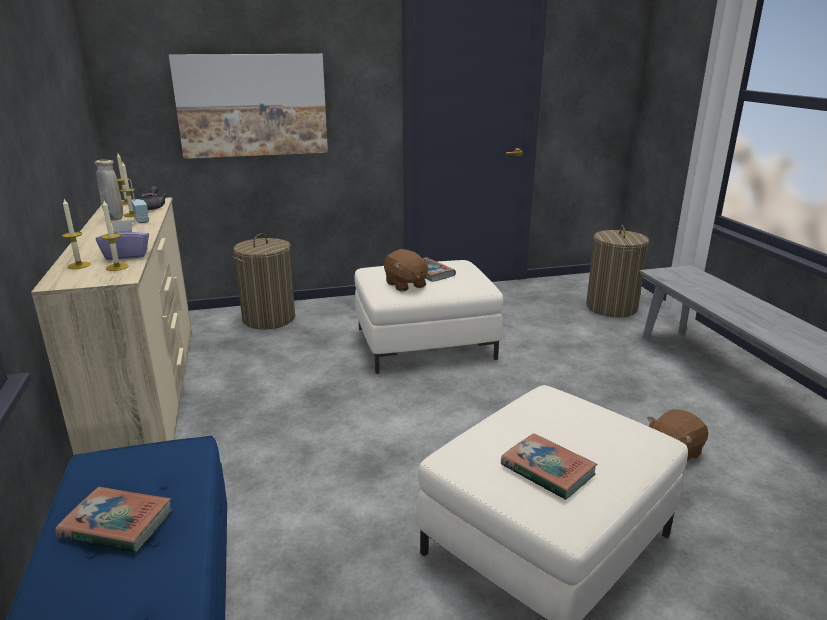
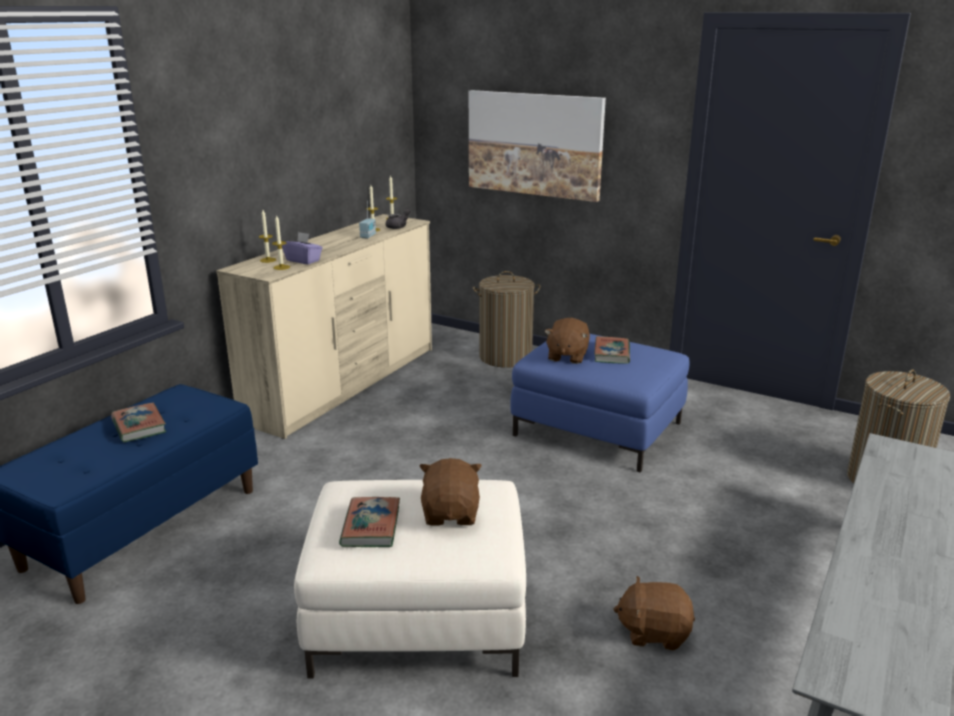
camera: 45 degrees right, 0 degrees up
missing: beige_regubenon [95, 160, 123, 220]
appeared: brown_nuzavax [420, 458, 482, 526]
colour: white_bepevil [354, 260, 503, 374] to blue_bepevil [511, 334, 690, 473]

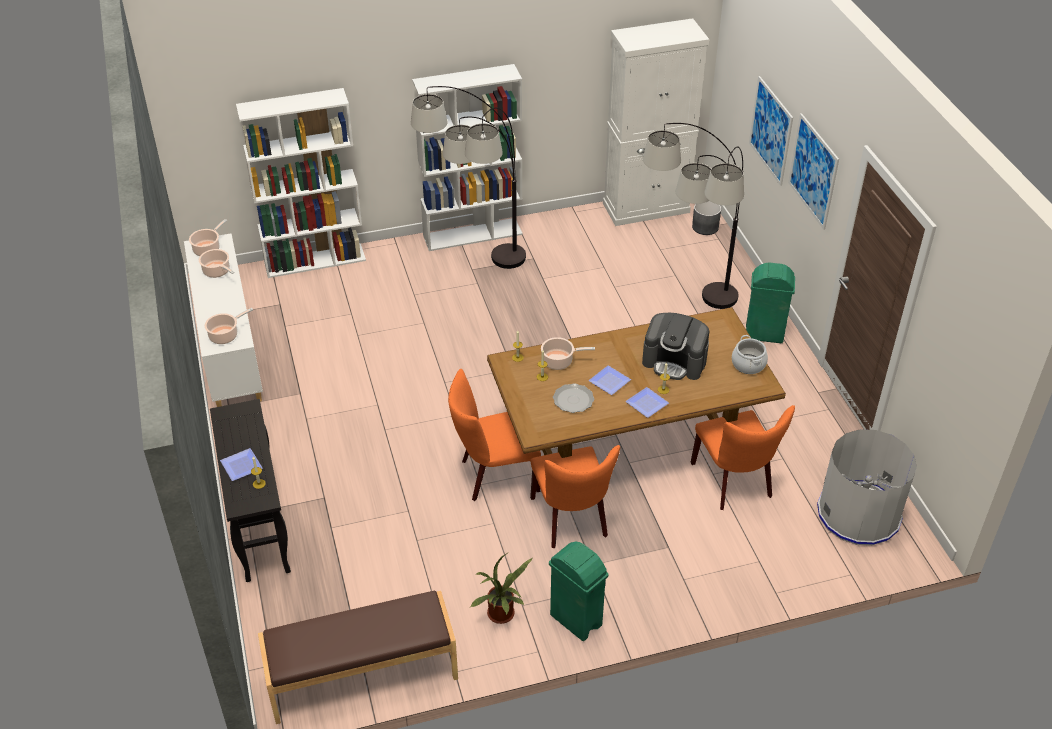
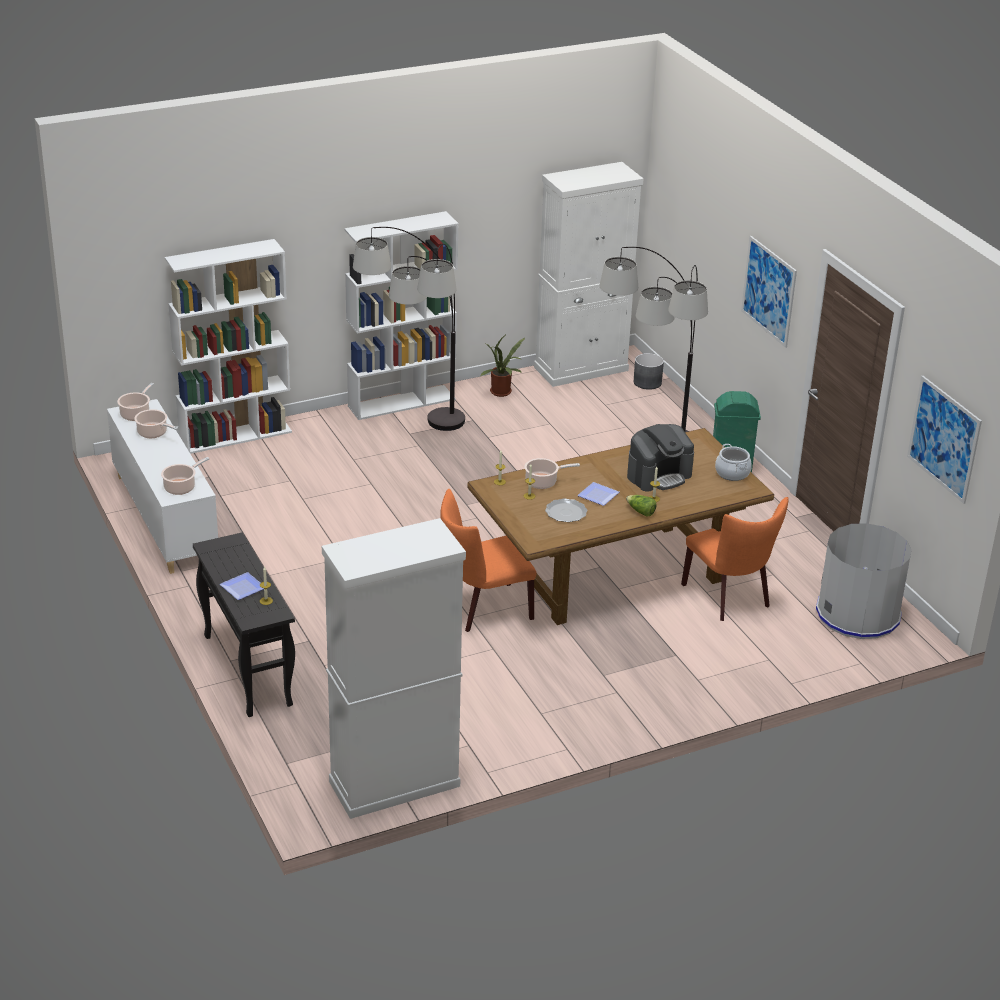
camera: 10 degrees left, 10 degrees down
missing: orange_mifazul [530, 445, 620, 549]; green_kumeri [549, 542, 609, 641]
relocated: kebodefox [470, 552, 533, 624] to [480, 334, 525, 397]; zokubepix [749, 76, 793, 186] to [907, 376, 982, 504]
exchanged: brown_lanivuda [258, 591, 458, 724] to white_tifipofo [322, 518, 466, 819]; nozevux [626, 387, 669, 418] to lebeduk [626, 495, 657, 517]
spun: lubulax [642, 313, 709, 380] = [627, 424, 694, 492] 45 degrees counterclockwise

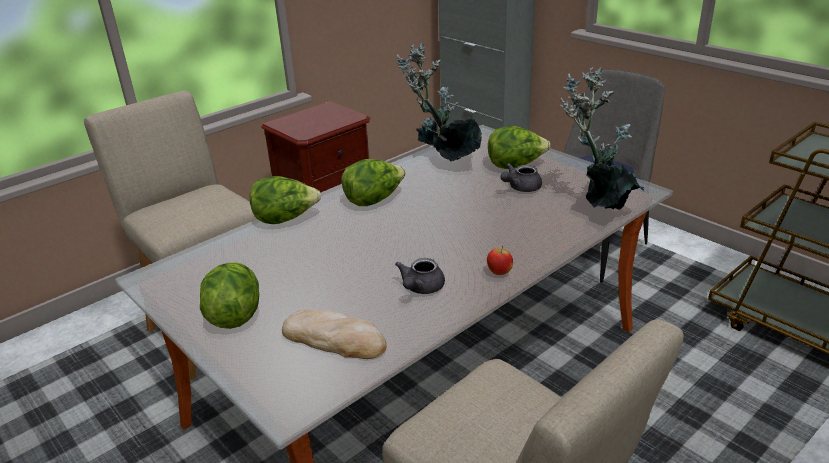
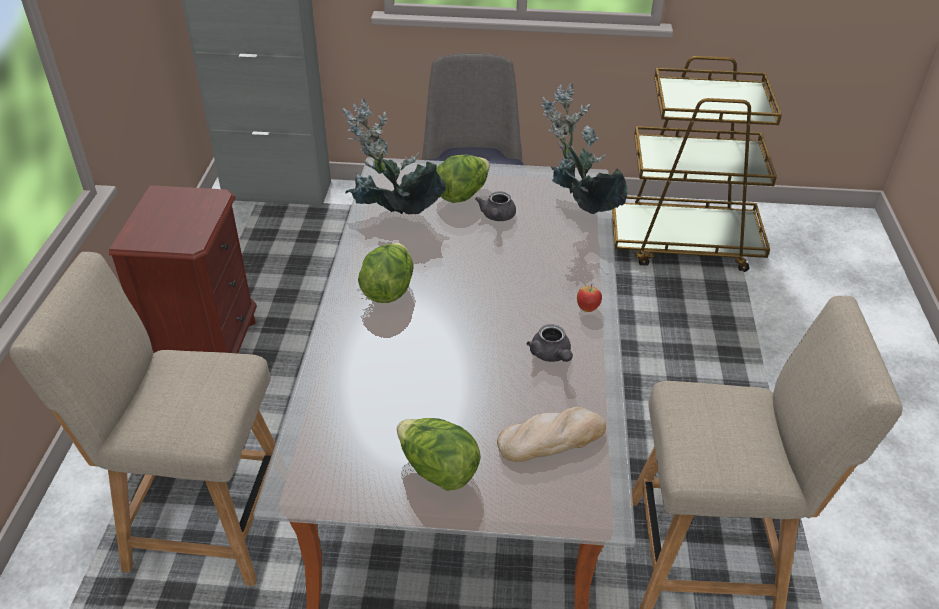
camera: 45 degrees left, 10 degrees up
missing: lebeduk [250, 176, 321, 224]

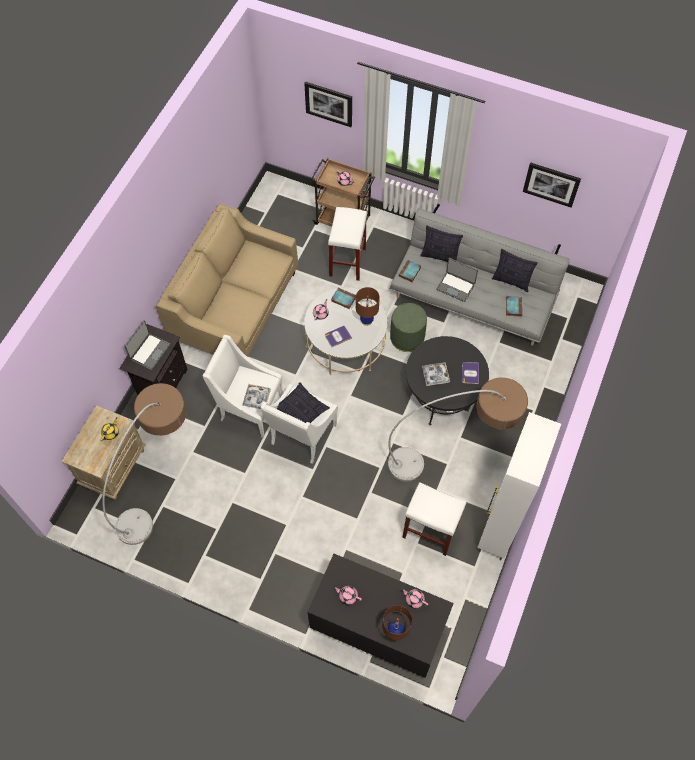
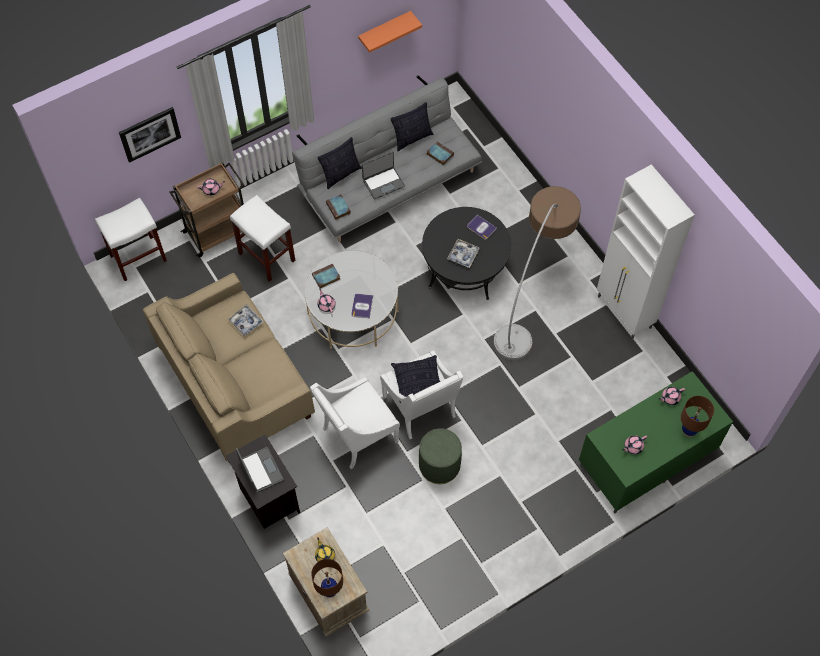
camera: 55 degrees left, 0 degrees up
missing: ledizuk [102, 383, 186, 545]
relocated: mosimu [242, 384, 271, 409] to [227, 305, 264, 337]; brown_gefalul [356, 287, 380, 326] to [311, 559, 343, 598]; green_bepevil [390, 303, 427, 352] to [419, 428, 462, 484]; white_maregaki [402, 482, 467, 556] to [95, 198, 167, 281]
exchanged: zokubepix [523, 162, 581, 208] to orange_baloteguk [358, 11, 422, 53]
colour: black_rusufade [308, 554, 454, 678] to green_rusufade [579, 371, 733, 514]

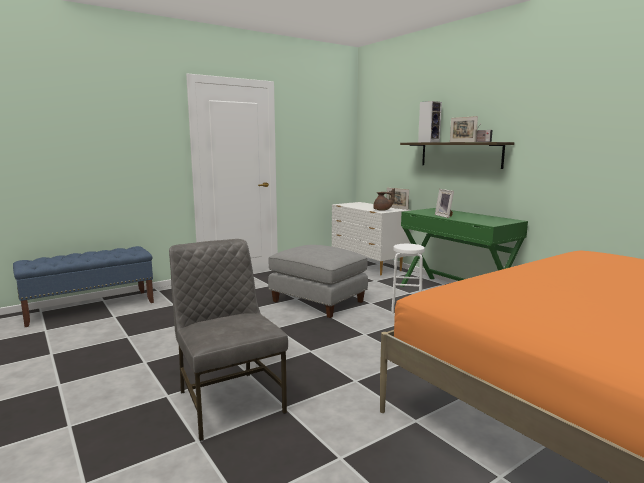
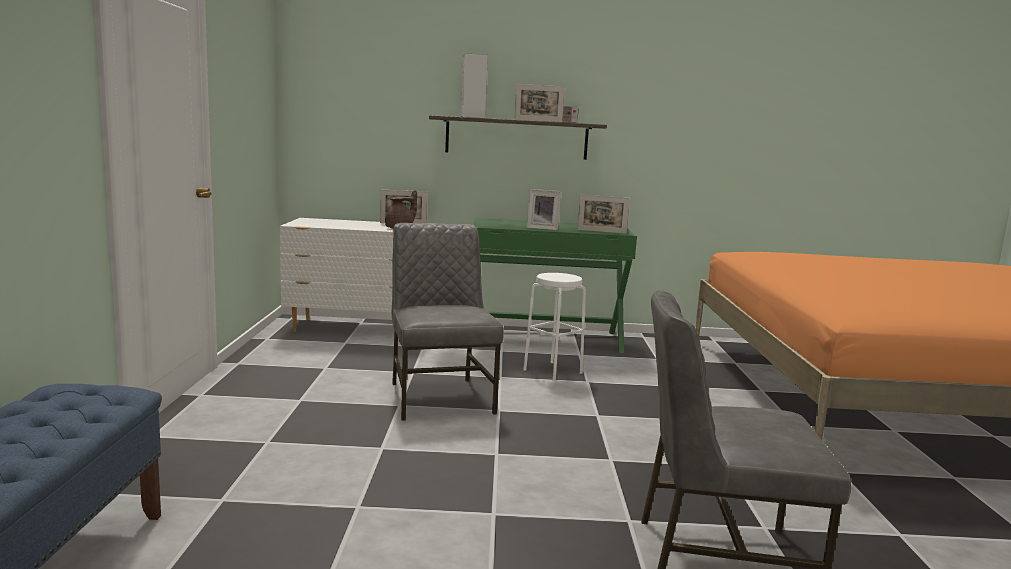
camera: 55 degrees left, 0 degrees up
appeared: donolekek [577, 195, 630, 234]
exchanged: grey_bepevil [268, 245, 368, 318] to grey_mifazul [392, 223, 504, 421]

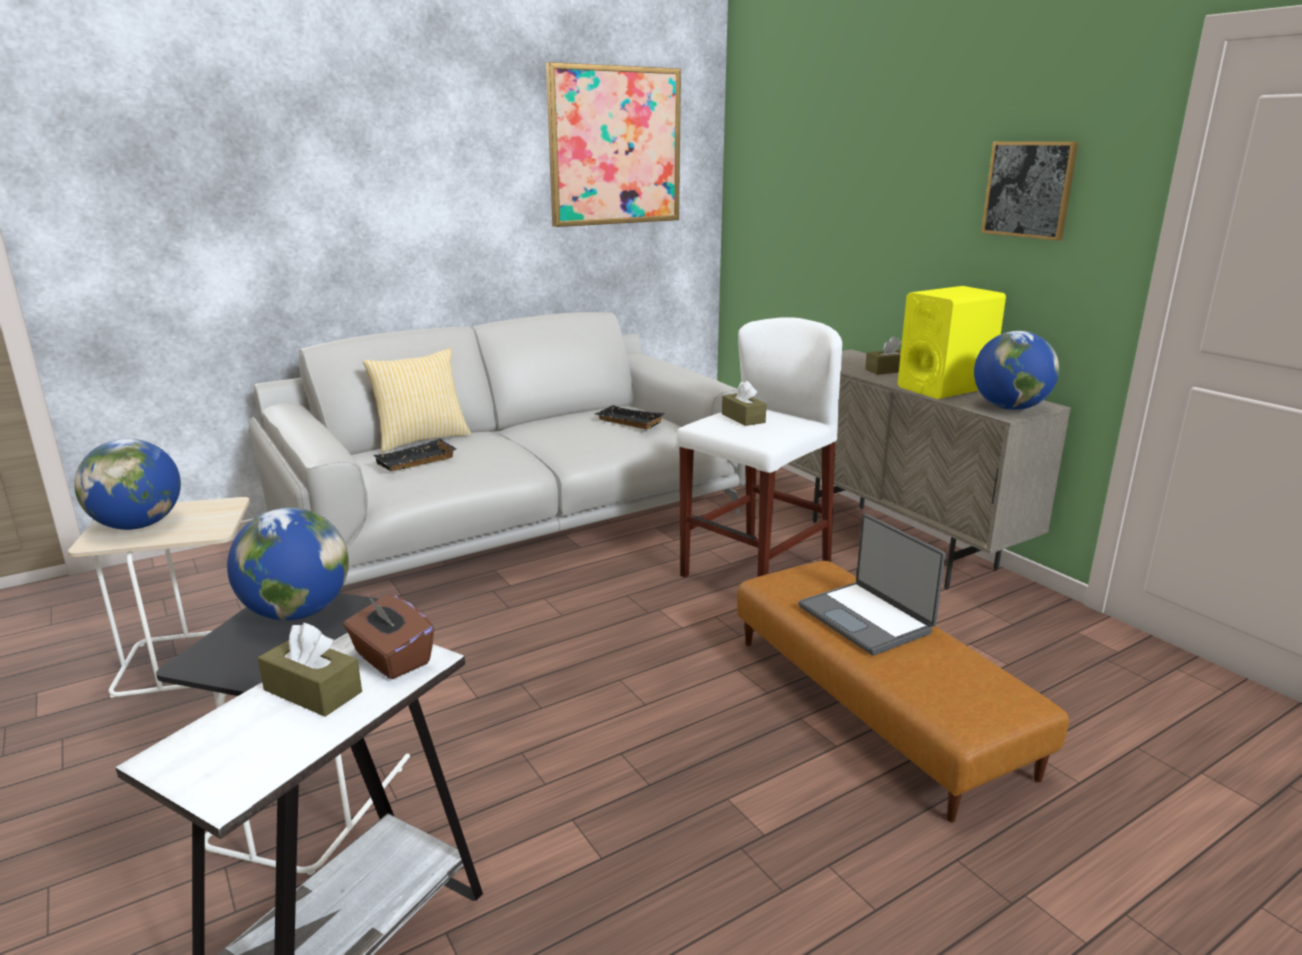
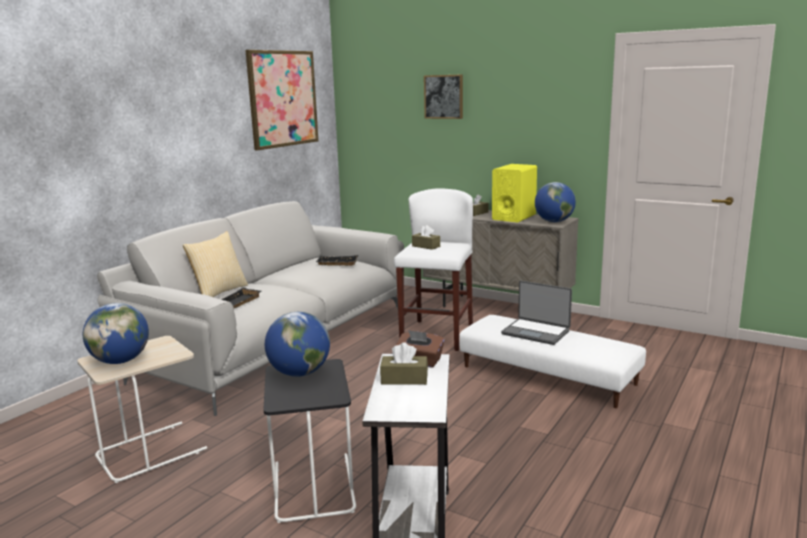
camera: 25 degrees left, 5 degrees down
relocated: zokubepix [981, 142, 1078, 241] to [424, 74, 463, 119]
colour: brown_bepevil [737, 561, 1069, 822] to white_bepevil [459, 315, 646, 408]

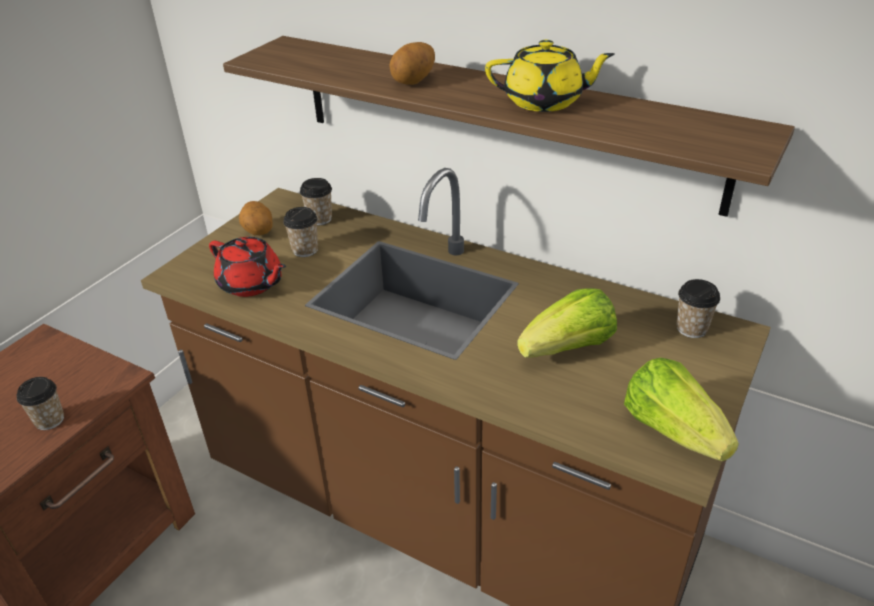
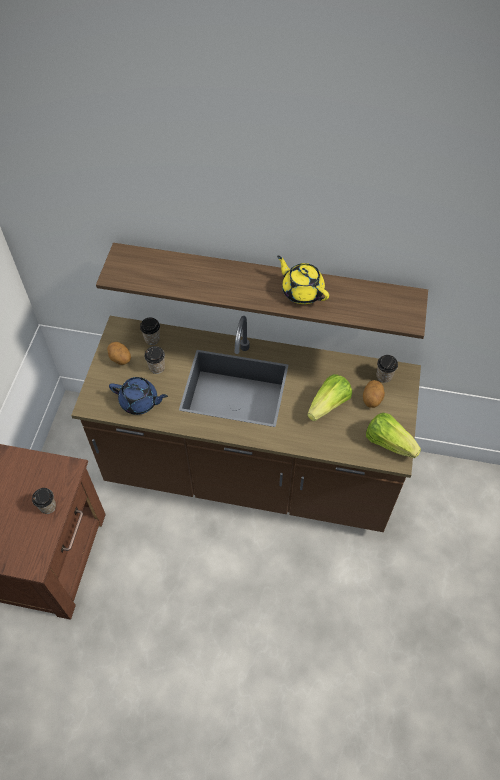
camera: 20 degrees left, 20 degrees up
relocated: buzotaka [389, 42, 435, 85] to [363, 380, 385, 408]
colour: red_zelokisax [209, 237, 286, 297] to blue_zelokisax [109, 377, 168, 415]
spun: yellow_zelokisax [485, 40, 615, 112] = [277, 256, 329, 304] 120 degrees counterclockwise

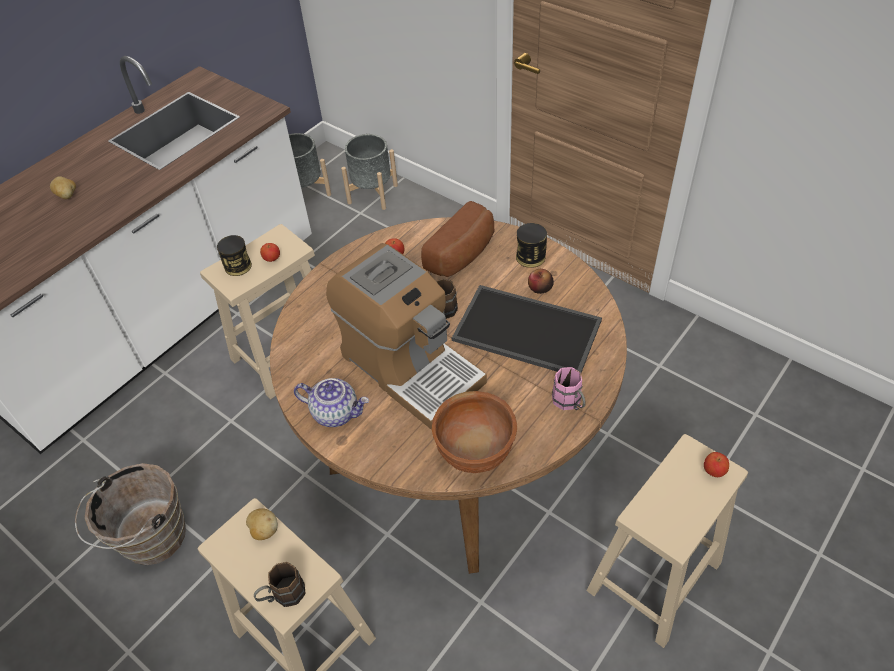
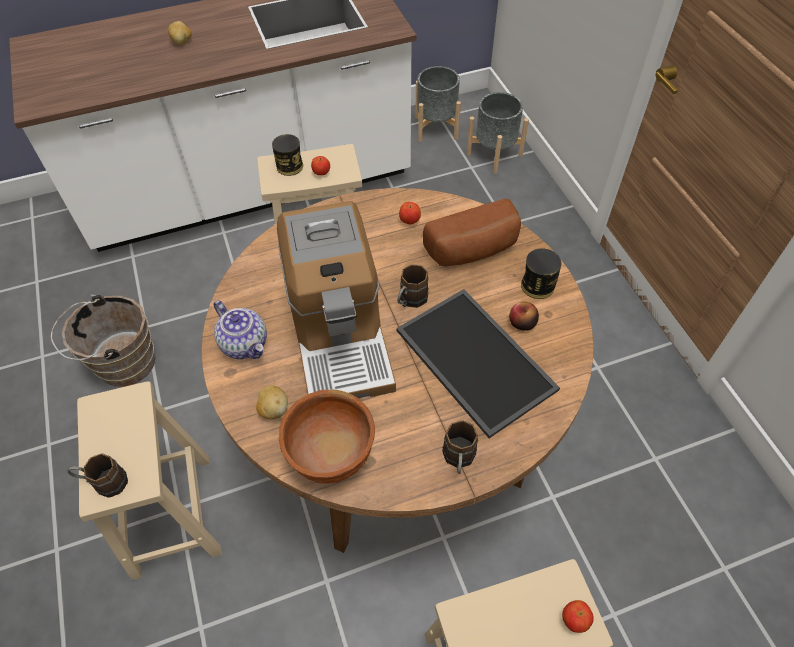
camera: 30 degrees right, 5 degrees up
relocated: buzotaka [246, 508, 278, 540] to [256, 385, 288, 419]
colour: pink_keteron [552, 367, 586, 410] to brown_keteron [442, 420, 478, 474]

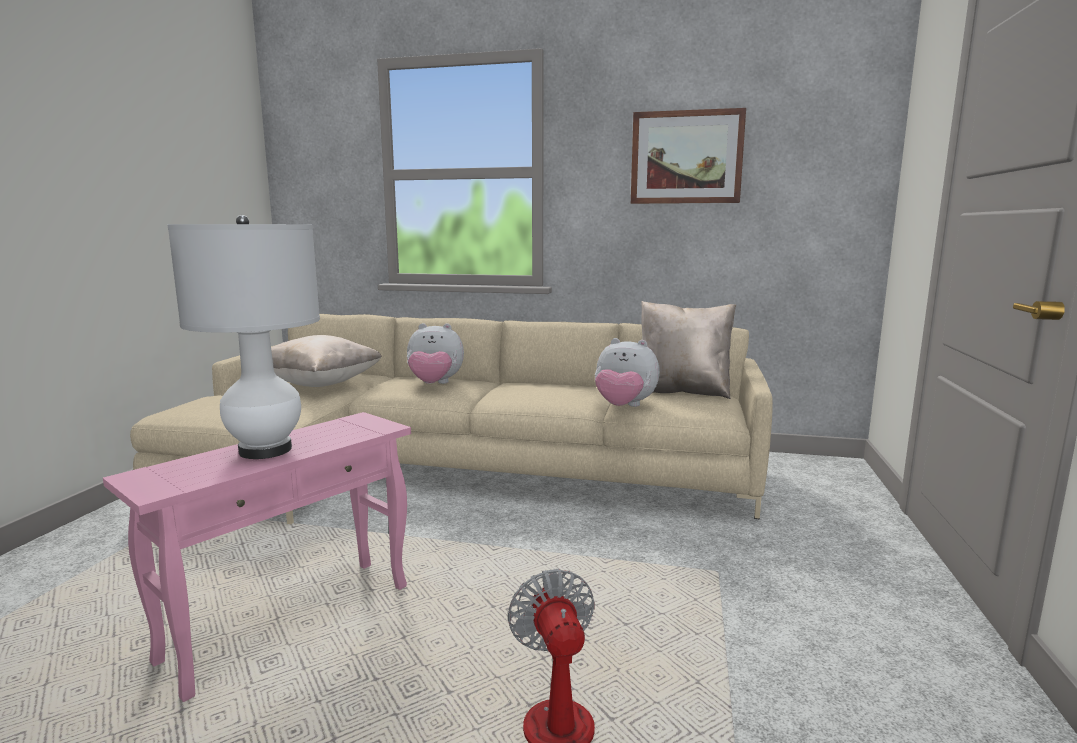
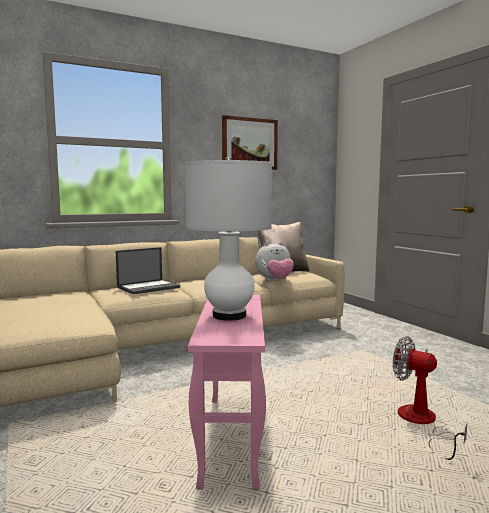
camera: 40 degrees left, 5 degrees down
missing: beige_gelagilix [271, 335, 382, 387]
exchanged: nuzavax [407, 323, 464, 384] to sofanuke [116, 247, 180, 295]

